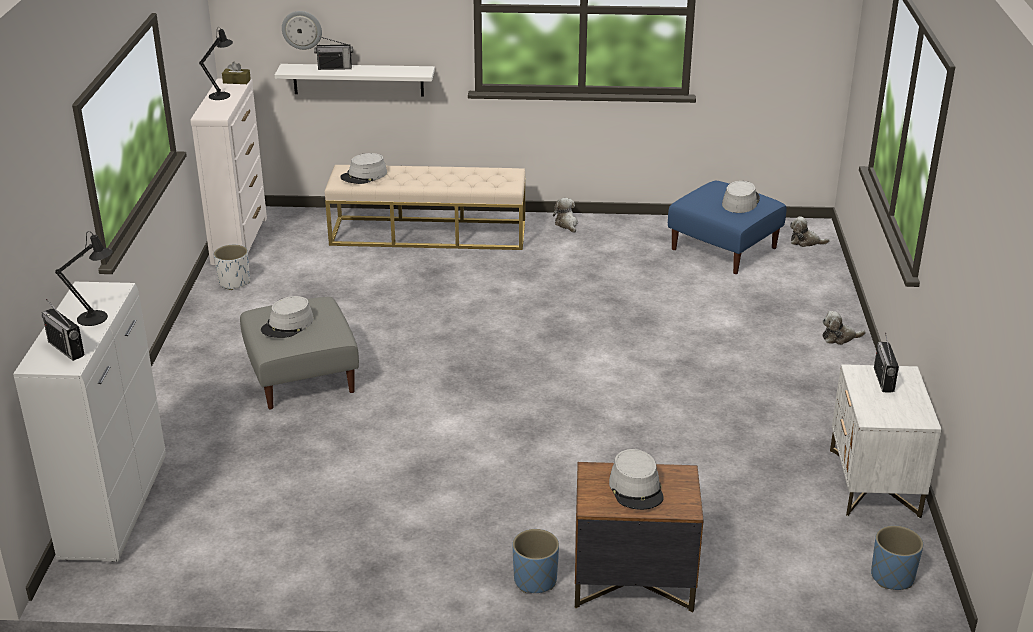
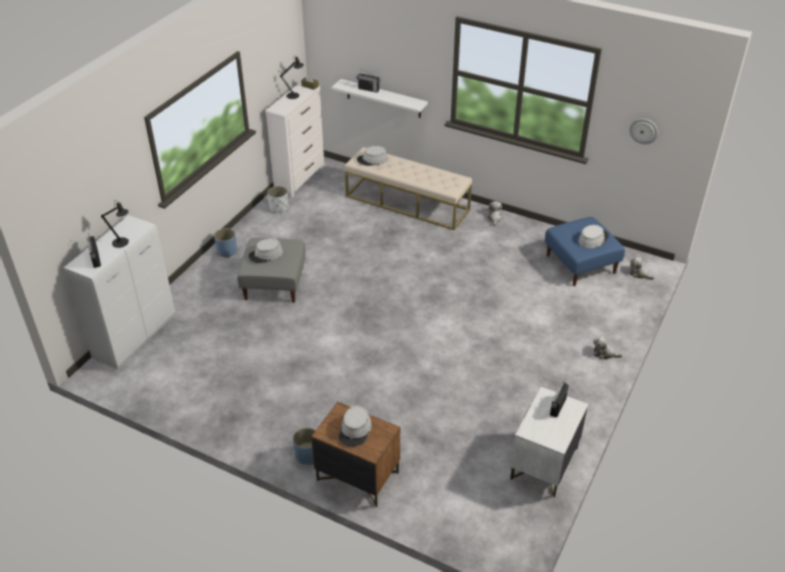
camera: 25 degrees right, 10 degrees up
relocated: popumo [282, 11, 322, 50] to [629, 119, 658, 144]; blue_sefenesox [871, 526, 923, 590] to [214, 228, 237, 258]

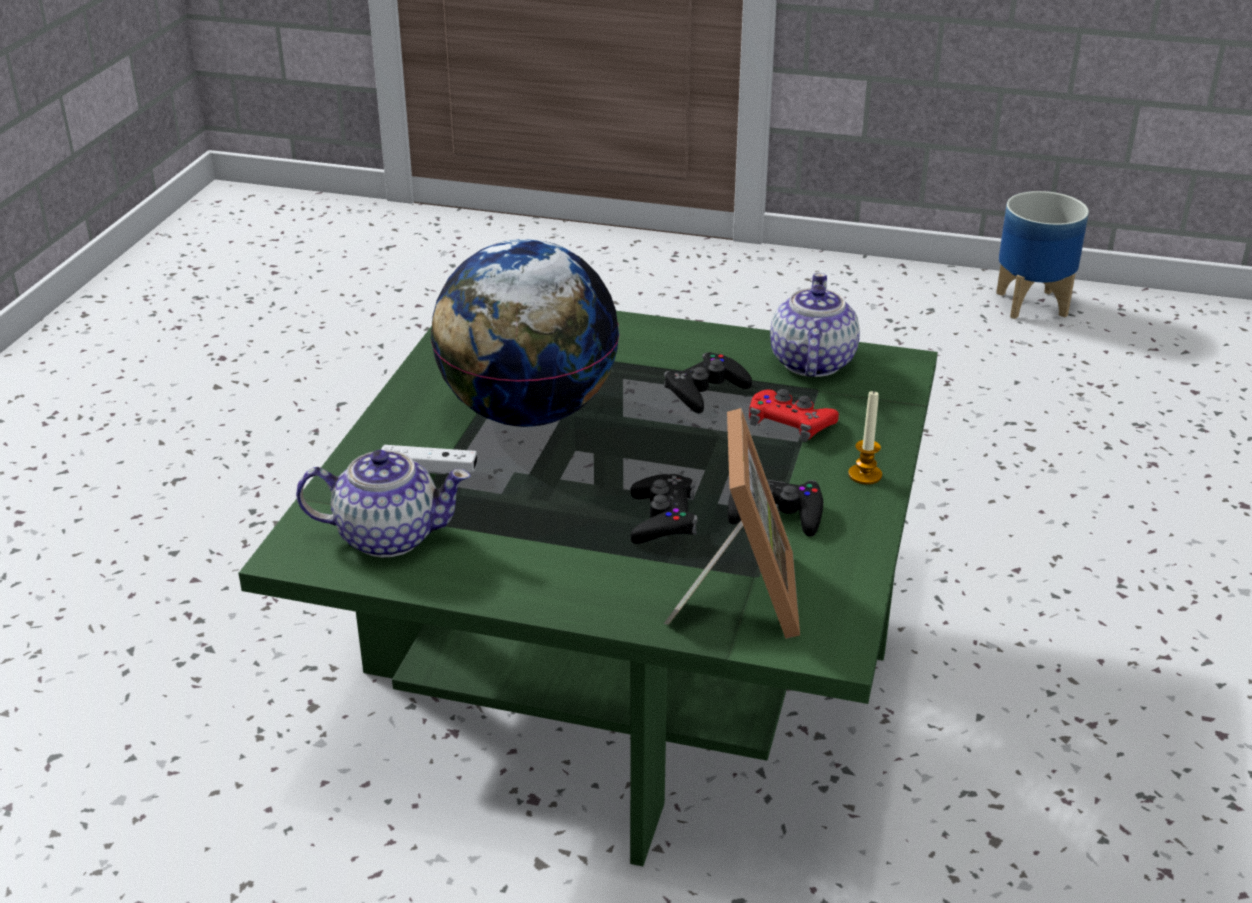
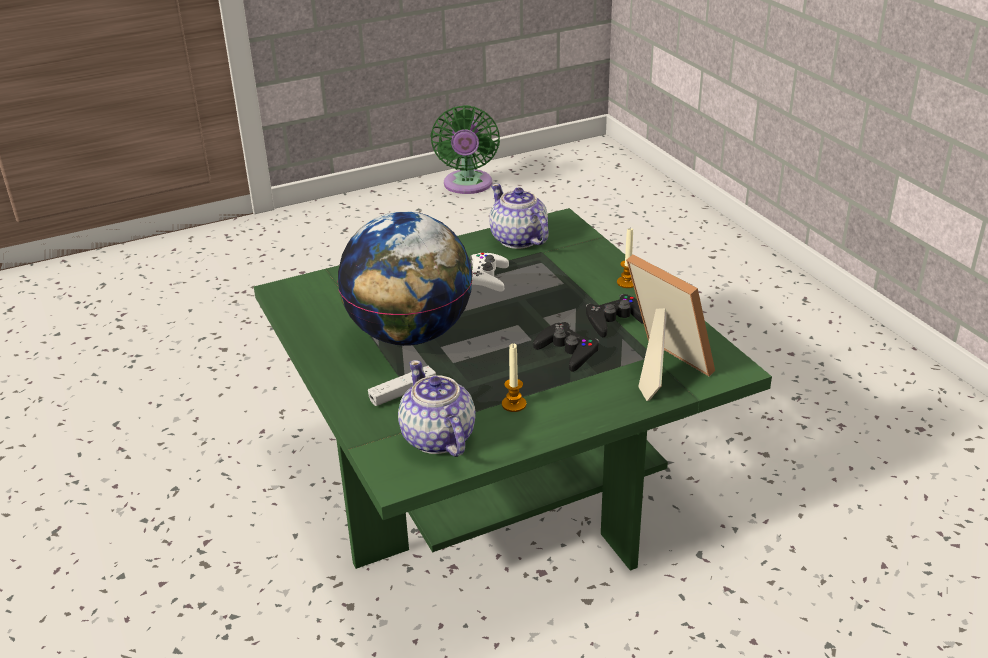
camera: 40 degrees left, 0 degrees up
missing: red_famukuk [749, 389, 839, 442]
appeared: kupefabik [502, 343, 526, 412]
exchanged: sefenesox [996, 191, 1089, 319] to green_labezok [430, 105, 500, 194]
colour: black_famukuk [664, 352, 752, 413] to white_famukuk [470, 253, 509, 291]
spun: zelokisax [296, 450, 471, 558] = [398, 360, 476, 457] 75 degrees counterclockwise

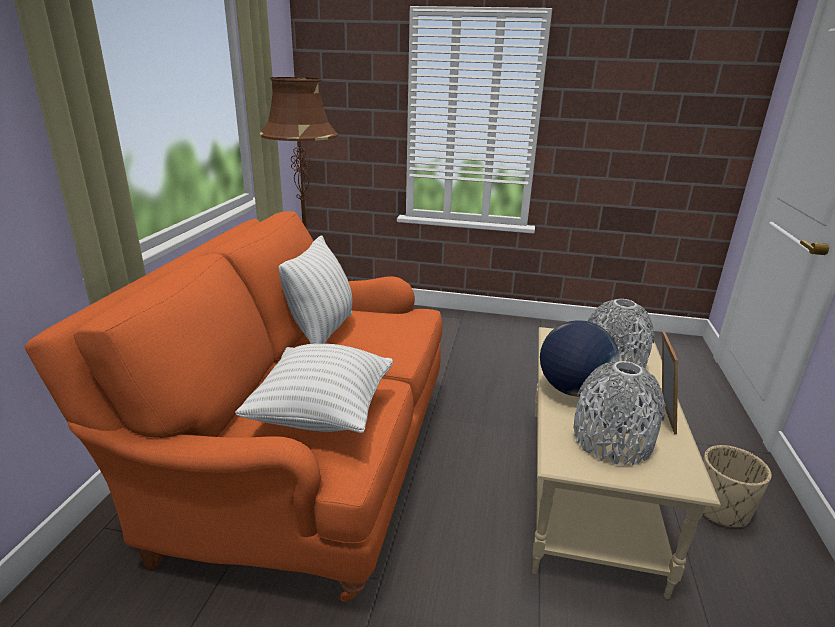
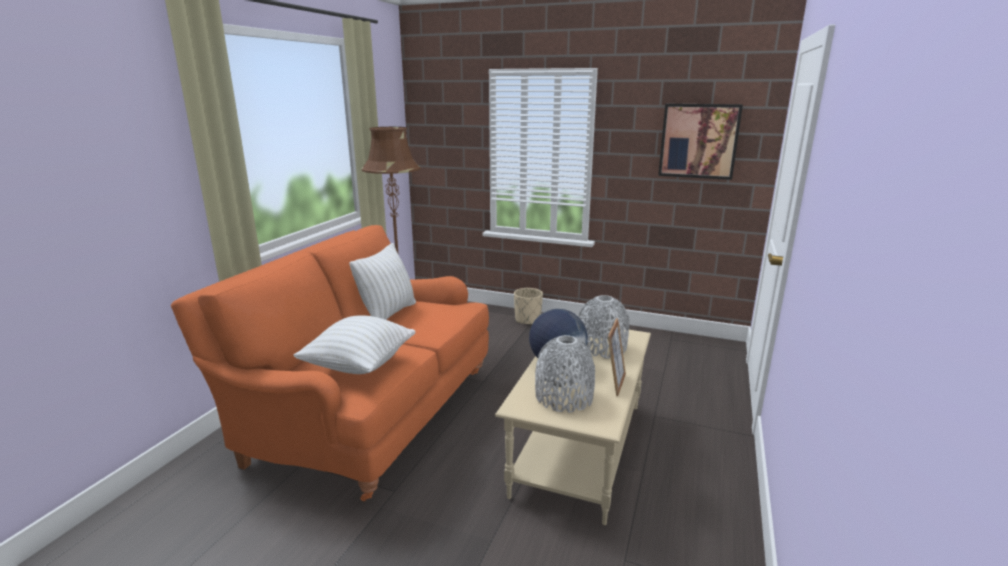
camera: 10 degrees right, 5 degrees down
appeared: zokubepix [658, 104, 743, 180]
relocated: beige_sefenesox [703, 445, 772, 527] to [514, 288, 543, 324]

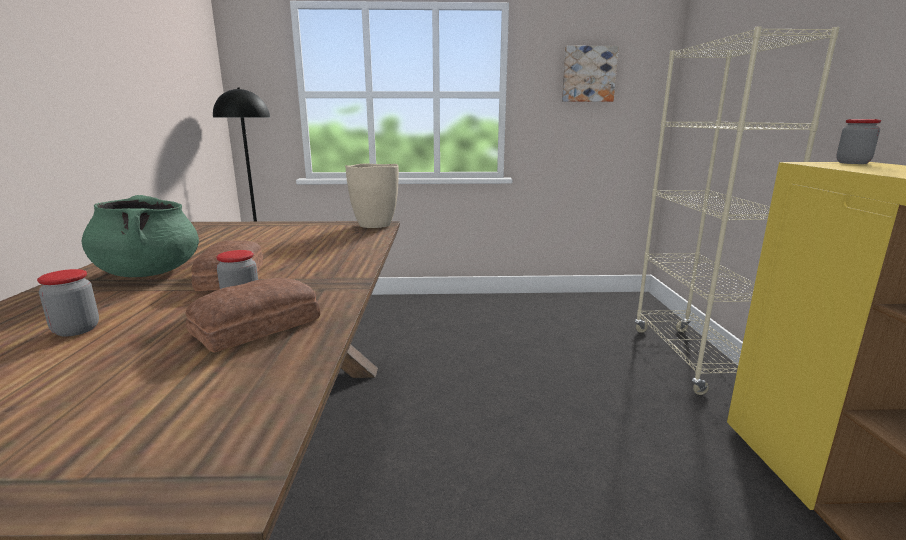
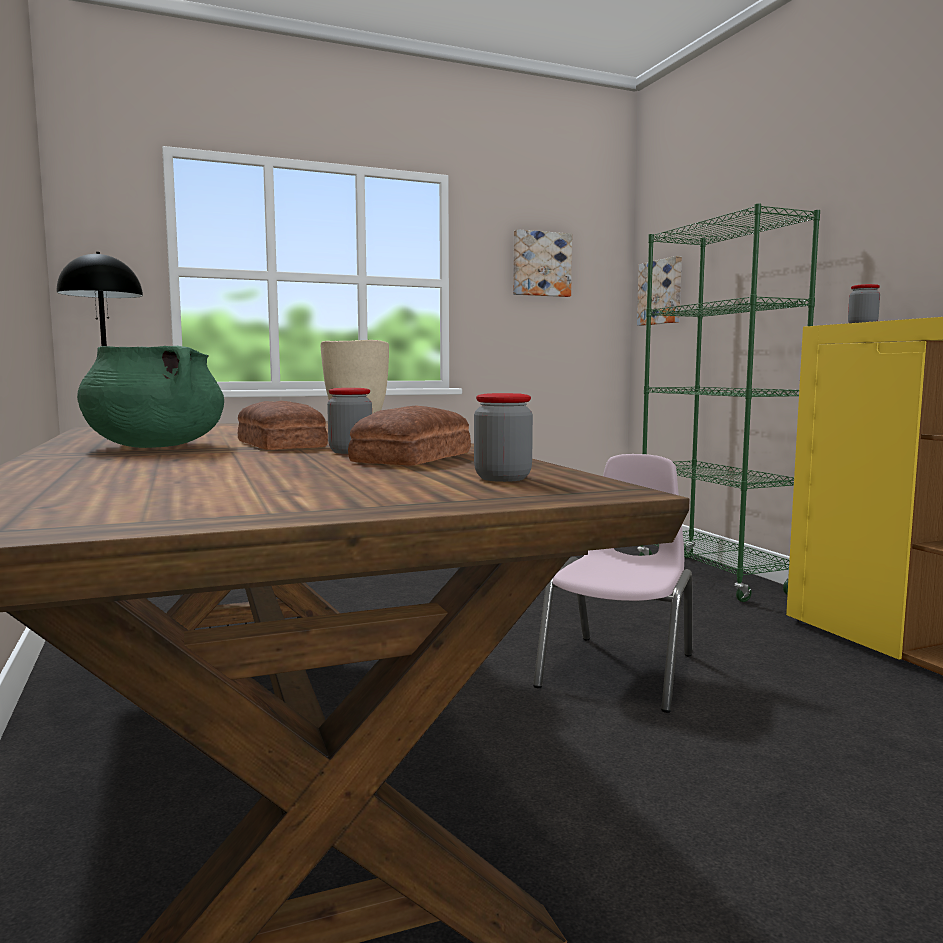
camera: 20 degrees left, 10 degrees down
appeared: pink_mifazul [533, 454, 692, 713]; zokubepix [637, 256, 682, 326]
relocated: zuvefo [37, 269, 99, 336] to [474, 393, 533, 482]
colour: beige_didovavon [635, 26, 840, 395] to green_didovavon [638, 204, 820, 602]

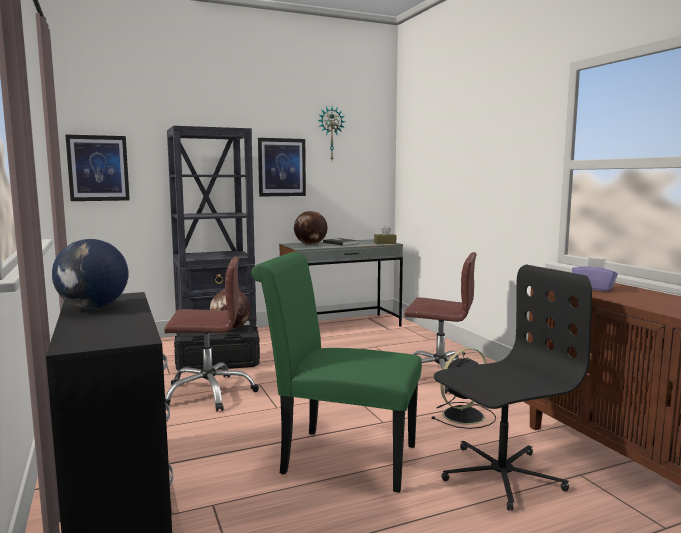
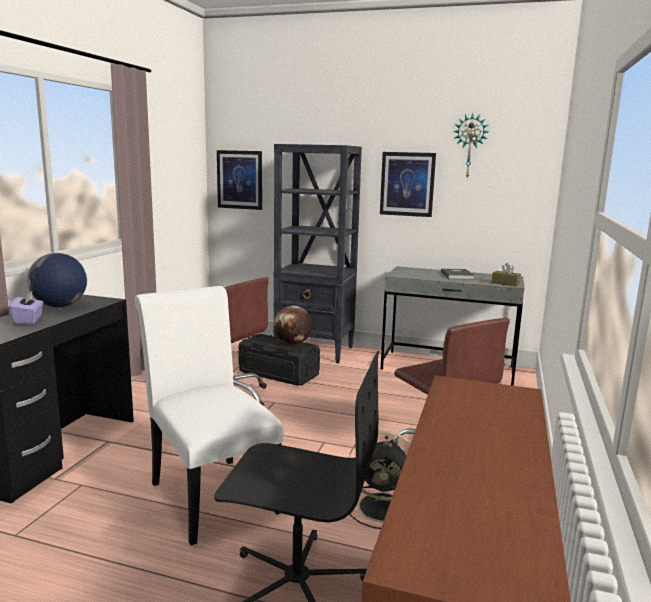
camera: 40 degrees right, 5 degrees up
missing: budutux [294, 211, 327, 245]
relocated: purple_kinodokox [572, 258, 618, 291] to [9, 290, 44, 325]
colour: green_mifazul [251, 252, 422, 493] to white_mifazul [135, 286, 284, 545]

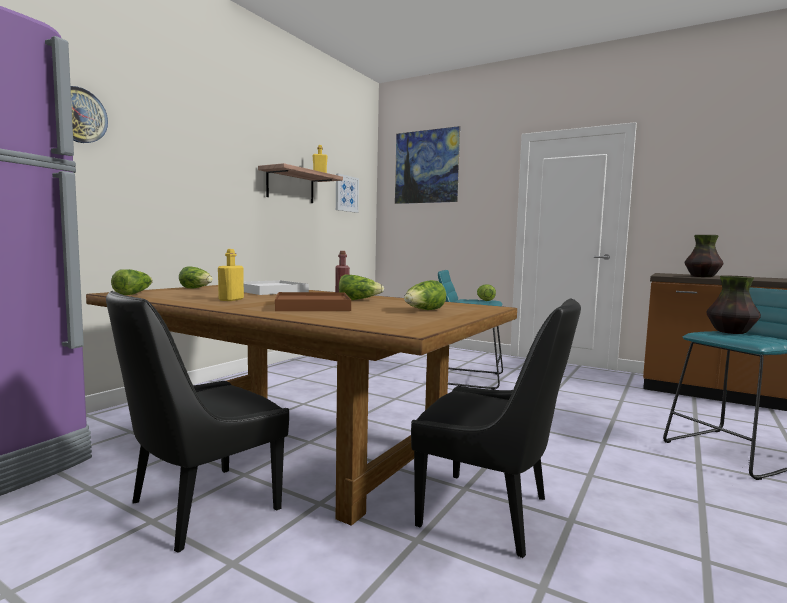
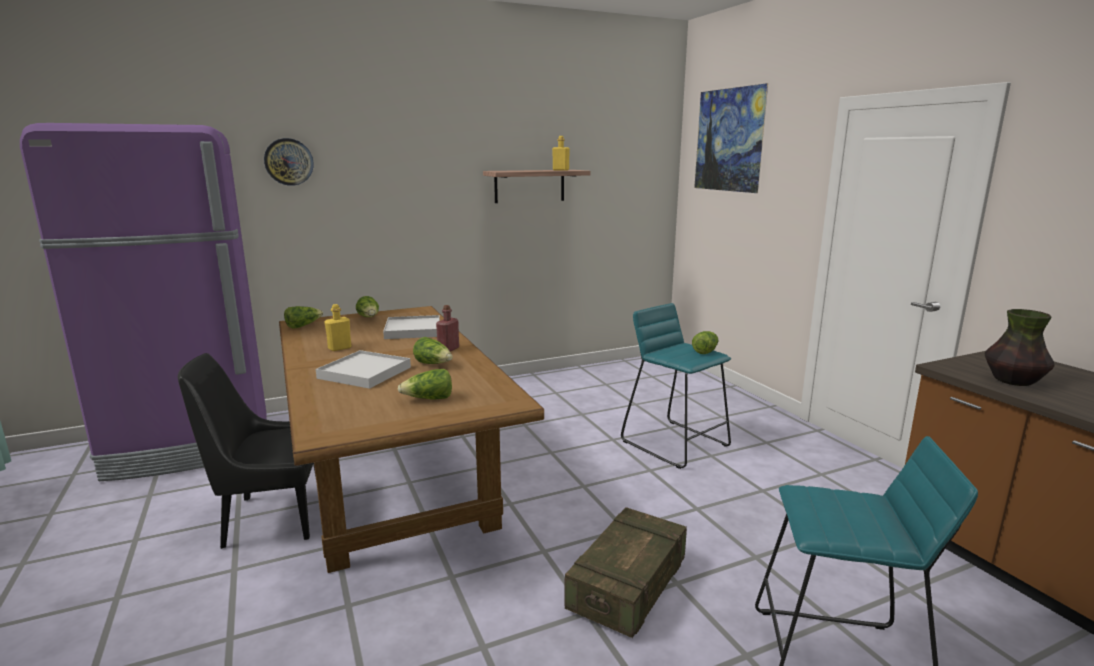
camera: 35 degrees right, 10 degrees up
missing: zokubepix [336, 174, 359, 213]; black_mifazul [411, 298, 581, 558]; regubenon [706, 275, 761, 334]
appeared: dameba [564, 507, 687, 638]
colour: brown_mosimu [275, 292, 351, 311] to white_mosimu [316, 350, 411, 389]

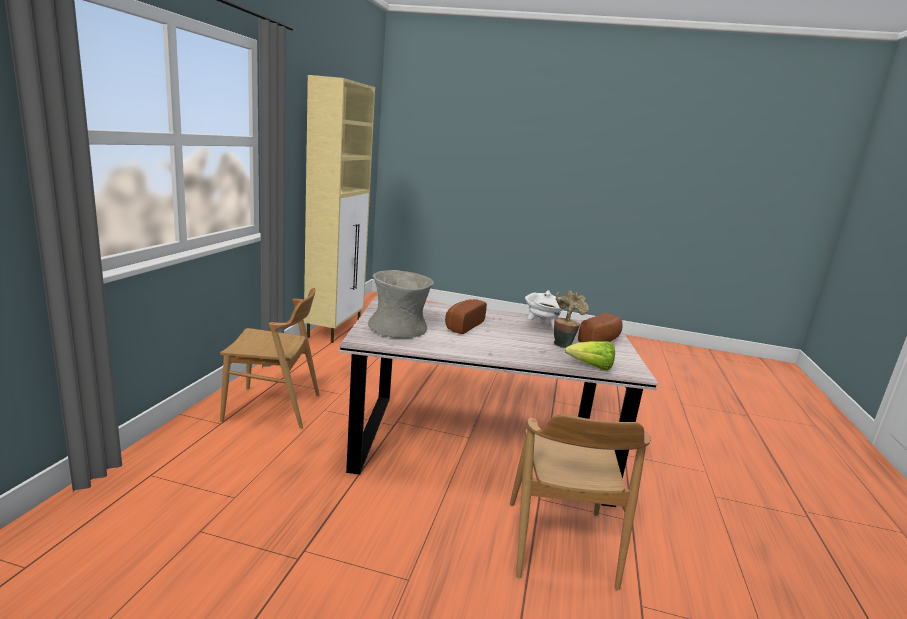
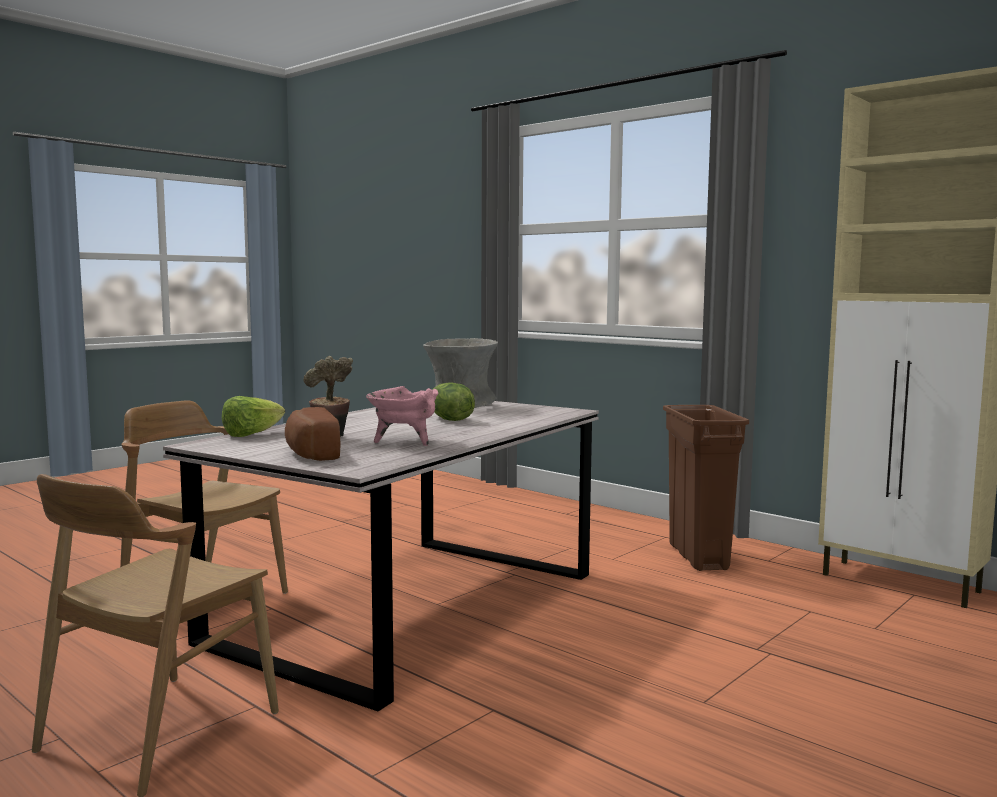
camera: 120 degrees right, 10 degrees down
appeared: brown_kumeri [663, 405, 749, 571]
relocated: brown_mifazul [220, 288, 320, 429] to [32, 474, 279, 797]
exchanged: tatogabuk [445, 299, 487, 334] to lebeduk [432, 382, 475, 421]
colour: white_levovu [525, 290, 564, 330] to pink_levovu [366, 386, 438, 446]

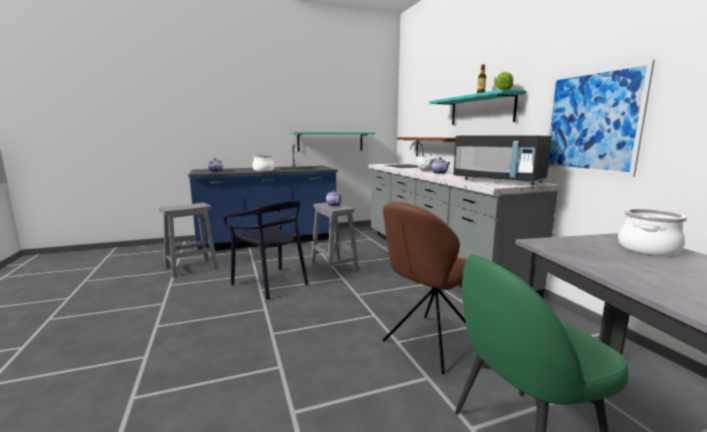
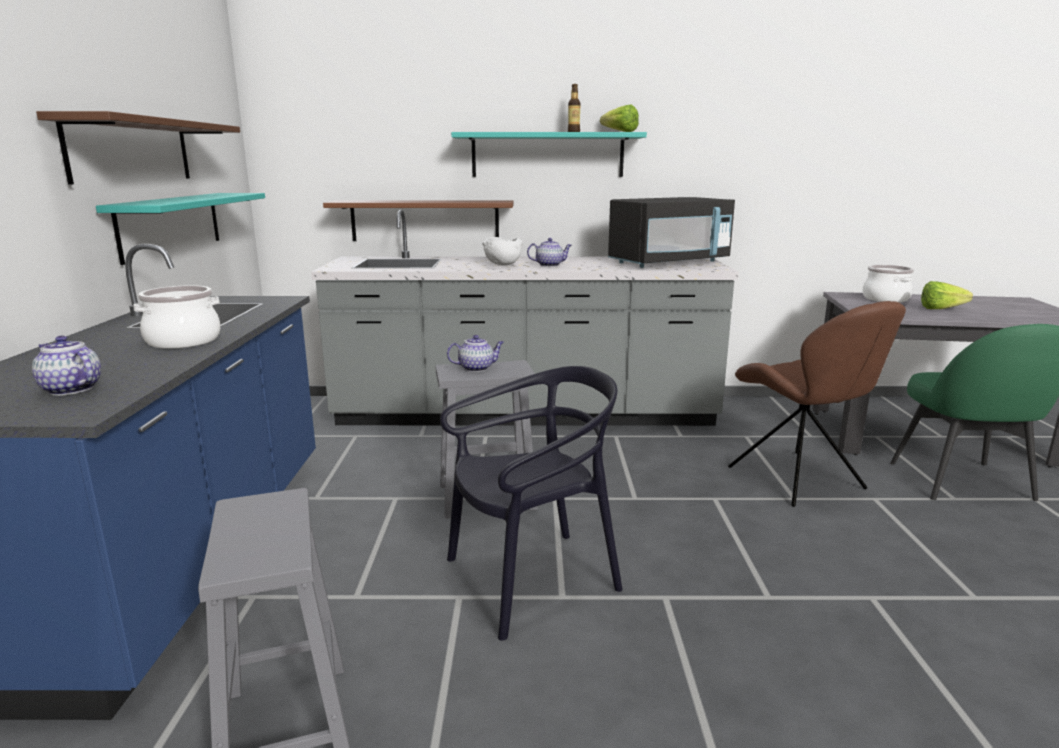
camera: 70 degrees left, 5 degrees up
missing: zokubepix [547, 60, 655, 177]
appeared: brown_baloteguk [36, 111, 240, 185]; lebeduk [921, 281, 973, 309]

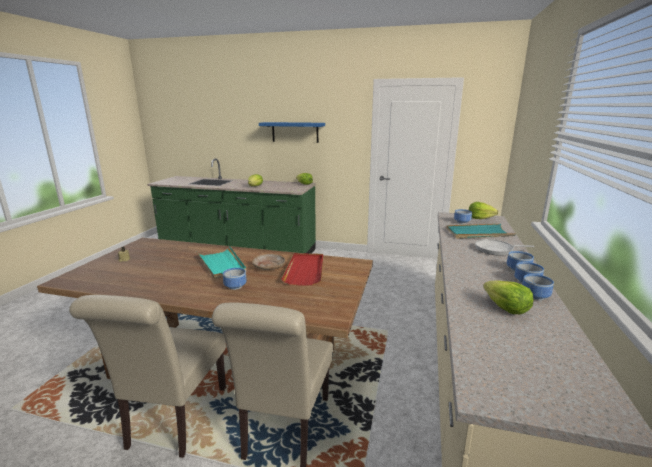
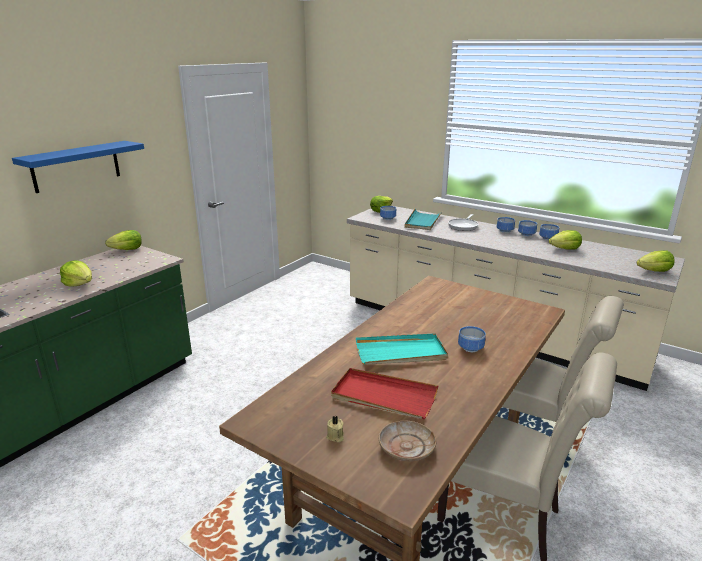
camera: 70 degrees left, 5 degrees up
appeared: lebeduk [637, 250, 675, 272]
relocated: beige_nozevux [252, 254, 285, 270] to [379, 421, 437, 461]; red_mosimu [281, 253, 323, 285] to [331, 368, 438, 419]

